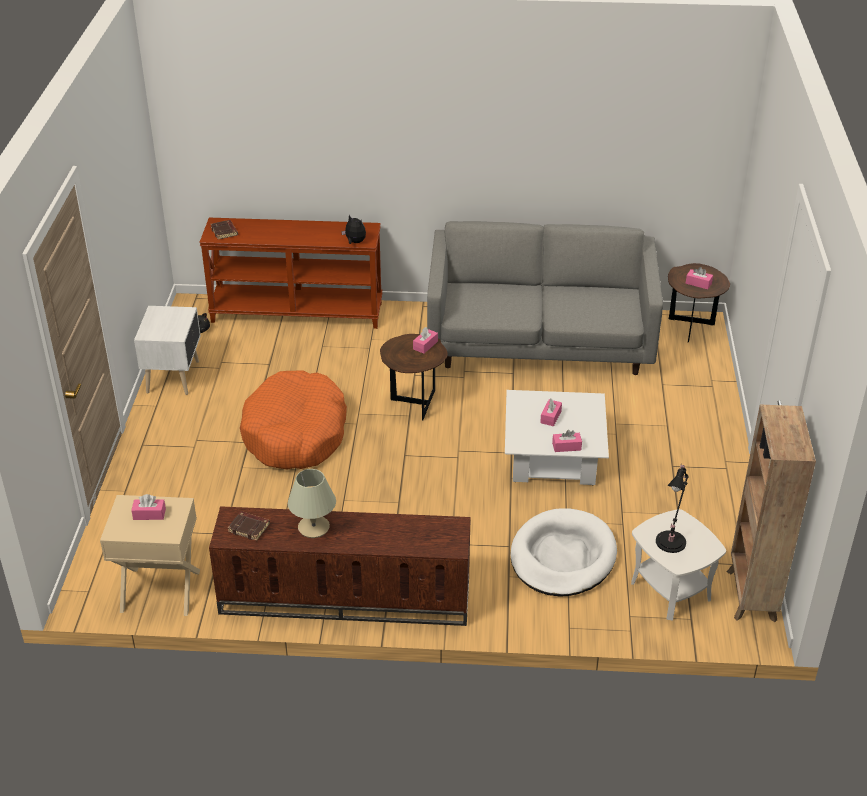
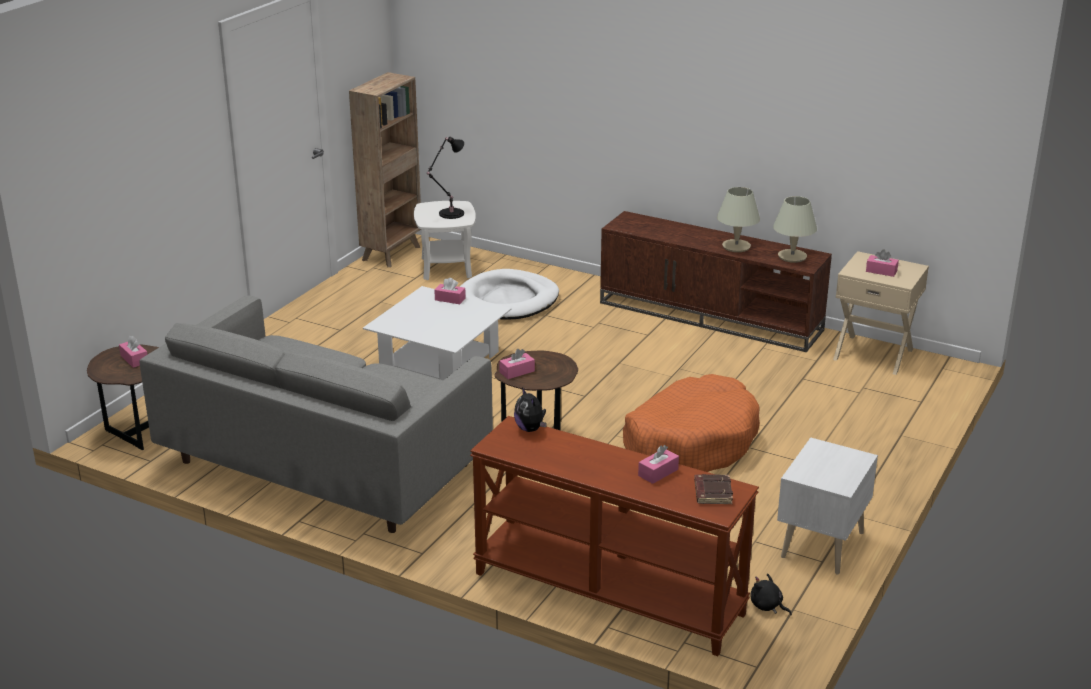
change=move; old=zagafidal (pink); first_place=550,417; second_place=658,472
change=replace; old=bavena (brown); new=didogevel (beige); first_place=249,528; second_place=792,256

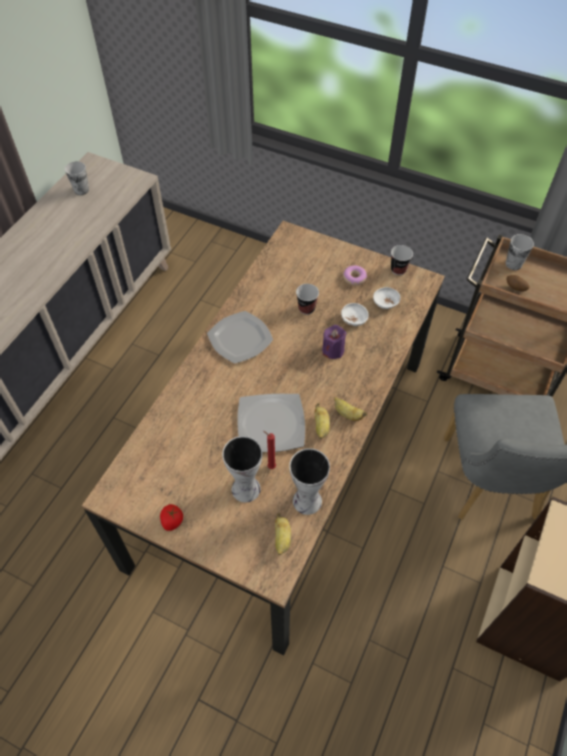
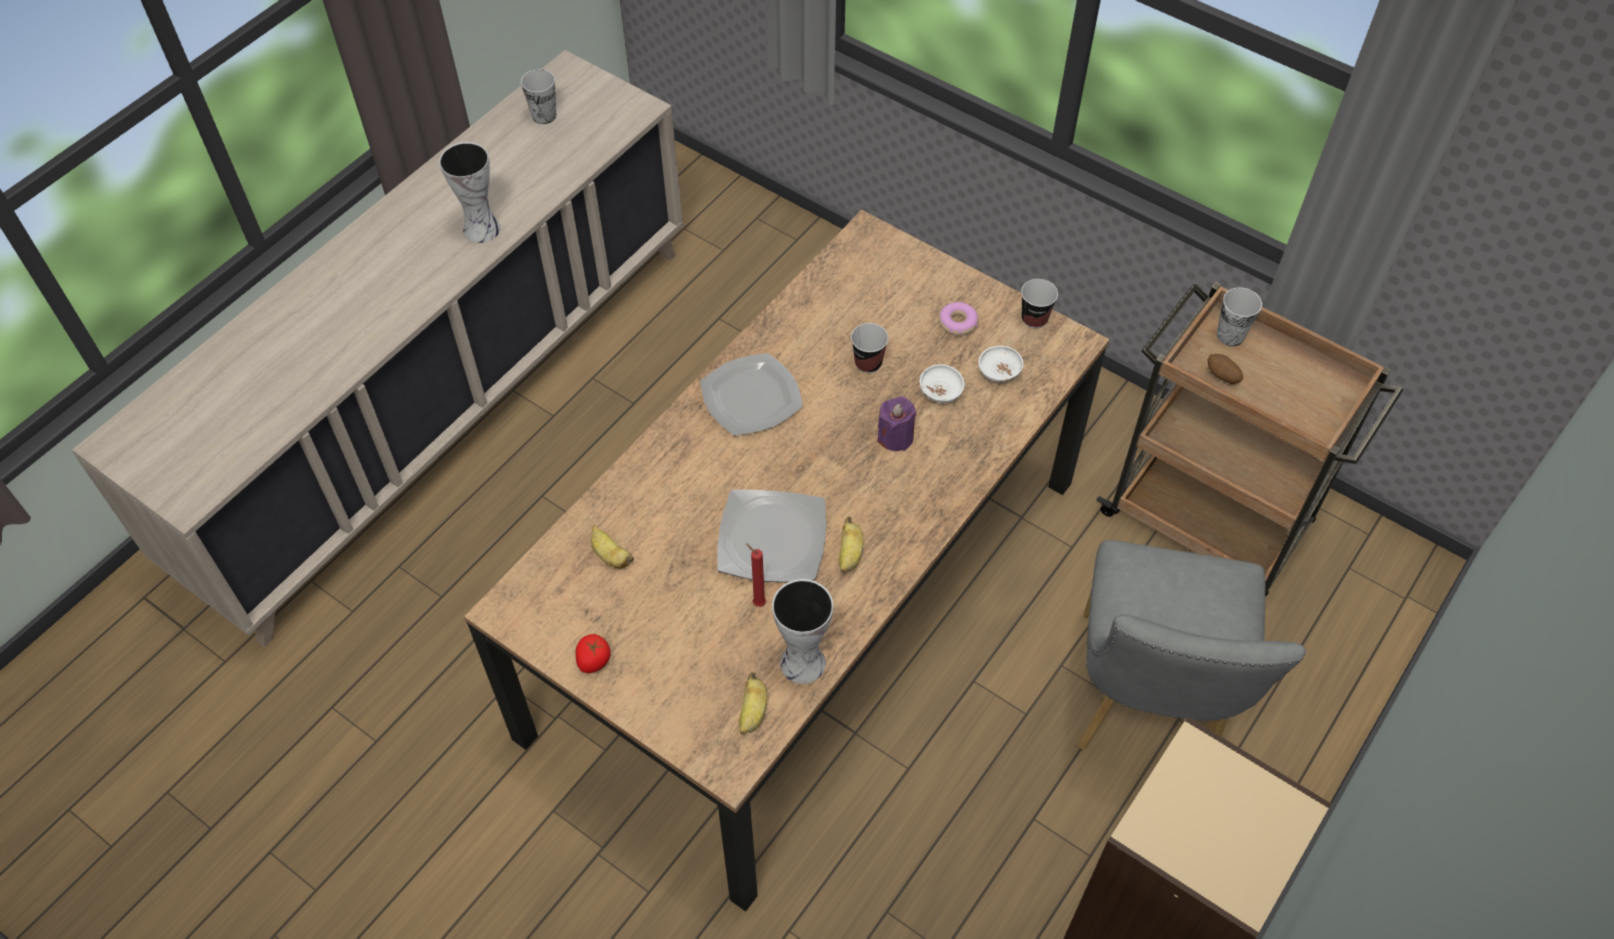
change=move; old=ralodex; first_place=245,487; second_place=481,228
change=move; old=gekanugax; first_place=347,414; second_place=610,556

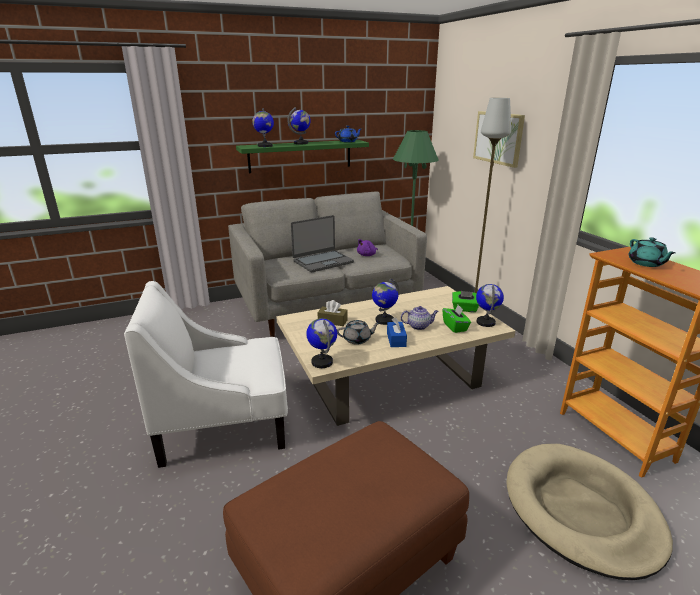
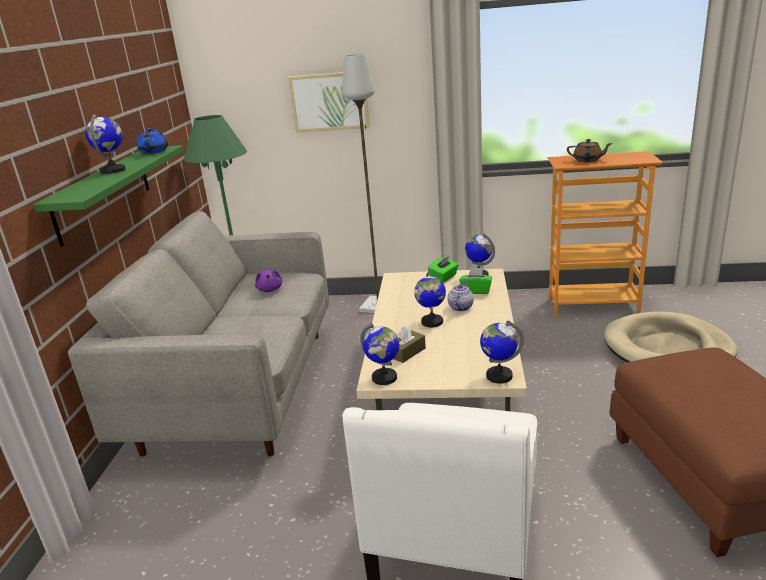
change=move; old=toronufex; first_place=265,146; second_place=384,378
change=recolor; old=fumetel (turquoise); new=fumetel (brown); first_place=646,263; second_place=588,160
change=delete; old=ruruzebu; first_place=322,262
change=delete; old=fumetel (grey); first_place=357,339
change=delete; old=zagafidal (blue); first_place=396,339

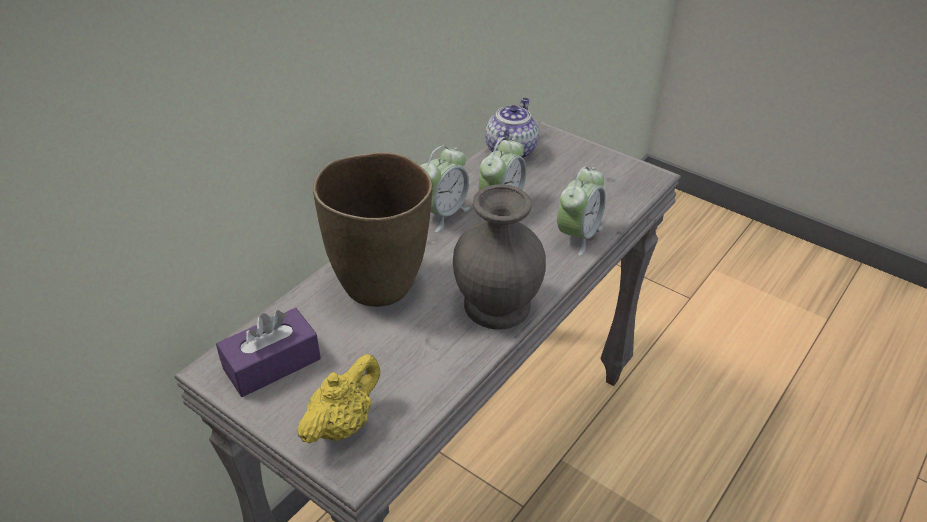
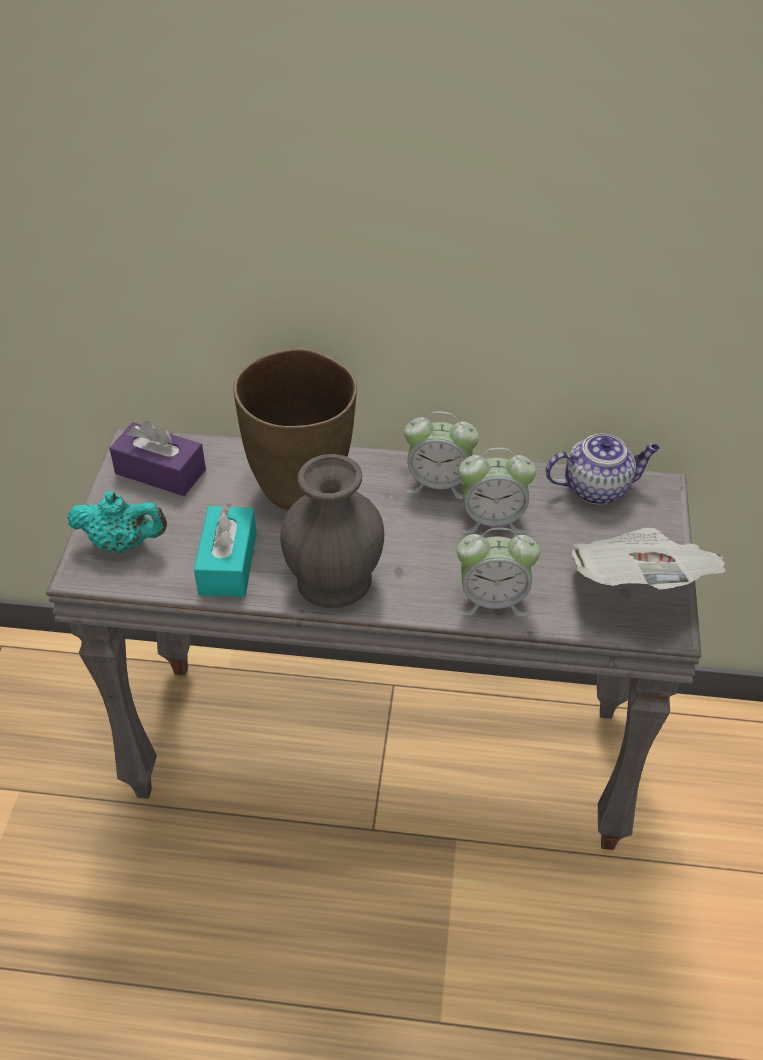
change=recolor; old=fumetel (yellow); new=fumetel (turquoise); first_place=342,424; second_place=123,544
change=insert; new=zagafidal (turquoise); second_place=228,564
change=insert; new=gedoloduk; second_place=639,584

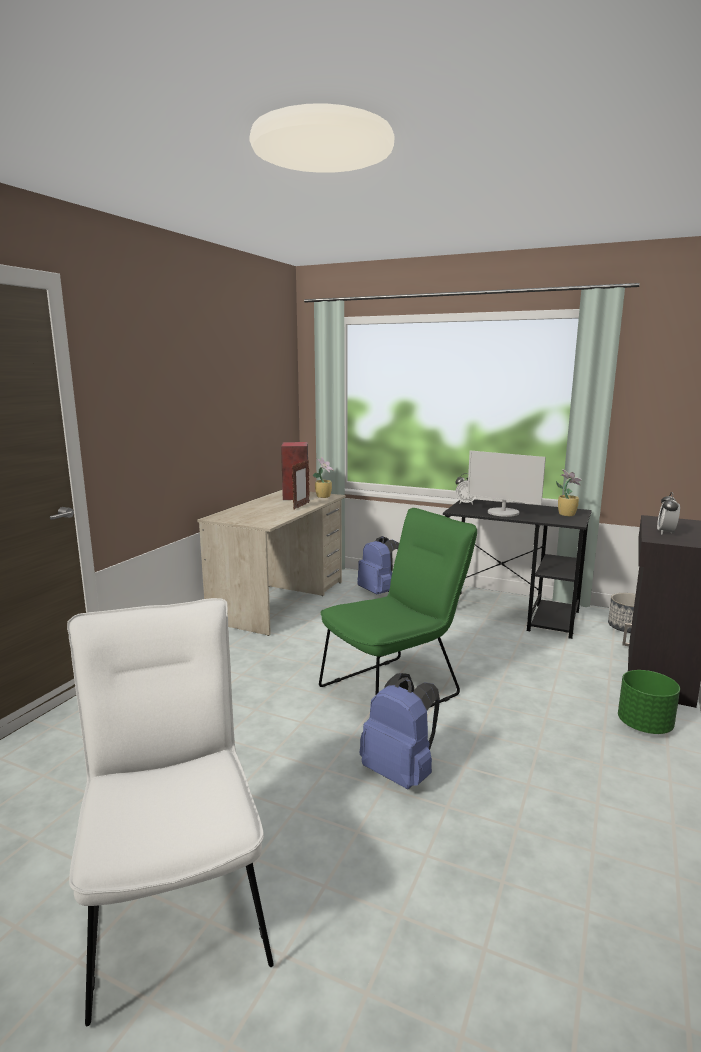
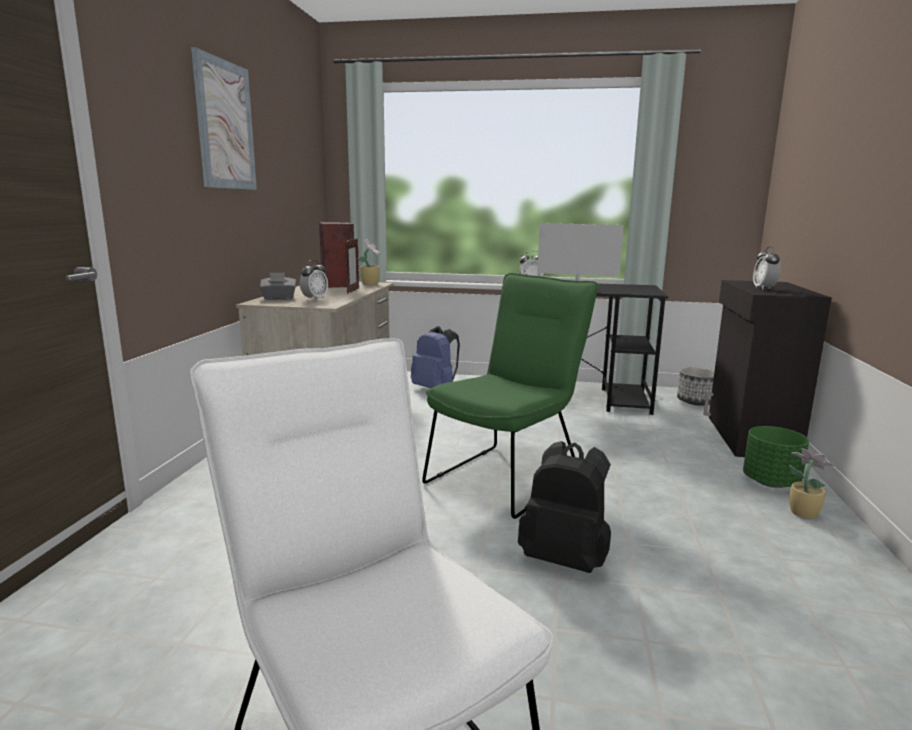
change=insert; new=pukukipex; second_place=225,125
change=insert; new=zagafidal (grey); second_place=279,298
change=insert; new=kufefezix; second_place=314,299
change=recolor; old=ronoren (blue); new=ronoren (black); first_place=401,773; second_place=565,559
change=move; old=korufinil; first_place=566,514; second_place=802,513

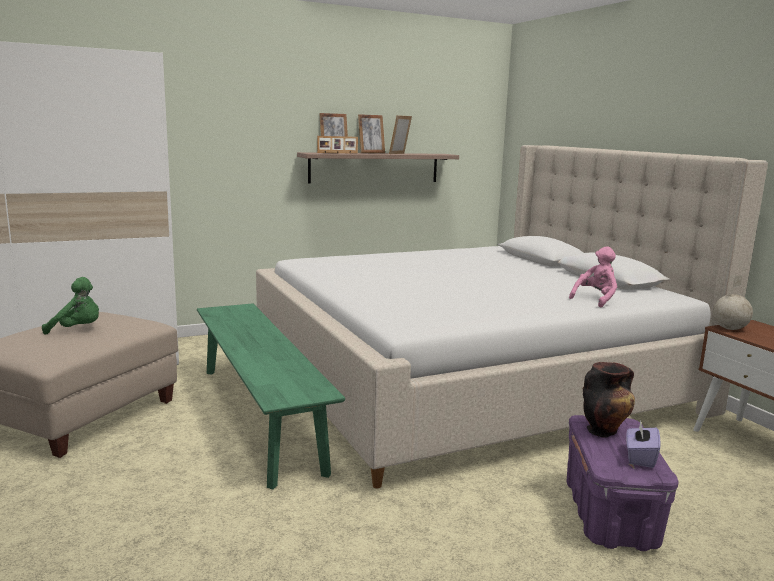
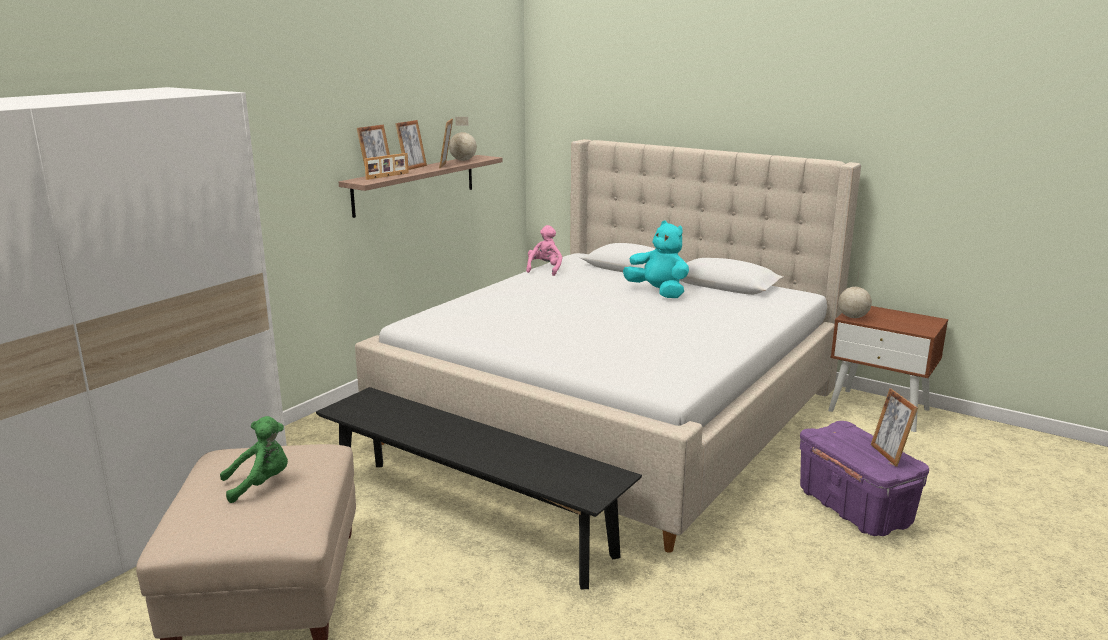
change=recolor; old=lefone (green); new=lefone (black); first_place=259,416; second_place=469,518
change=insert; new=toronufex; second_place=463,160
change=move; old=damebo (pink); first_place=595,299; second_place=545,269
change=insert; new=damebo (turquoise); second_place=658,292
change=replace; old=zagafidal (purple); new=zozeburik; first_place=640,457; second_place=889,455
change=delete; old=ralodex; first_place=603,430

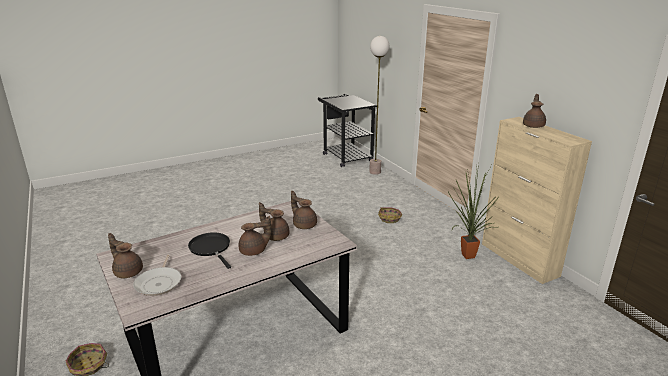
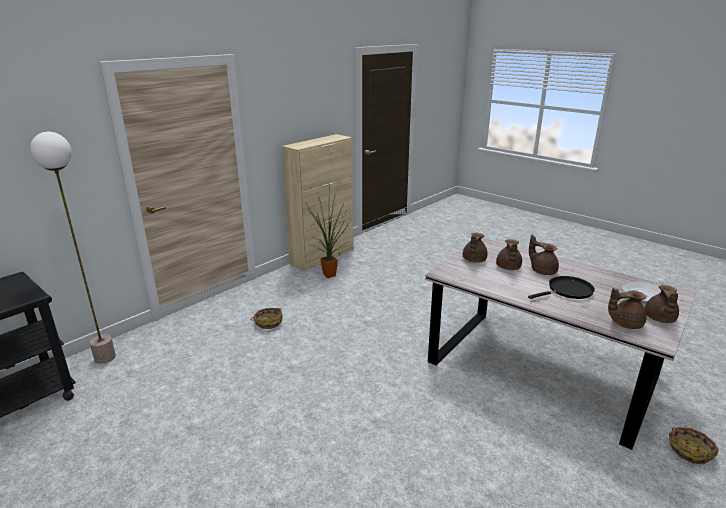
change=rotate; old=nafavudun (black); first_place=211,248; second_place=567,291; degrees=-150
change=move; old=fumetel (brown); first_place=533,126; second_place=624,323

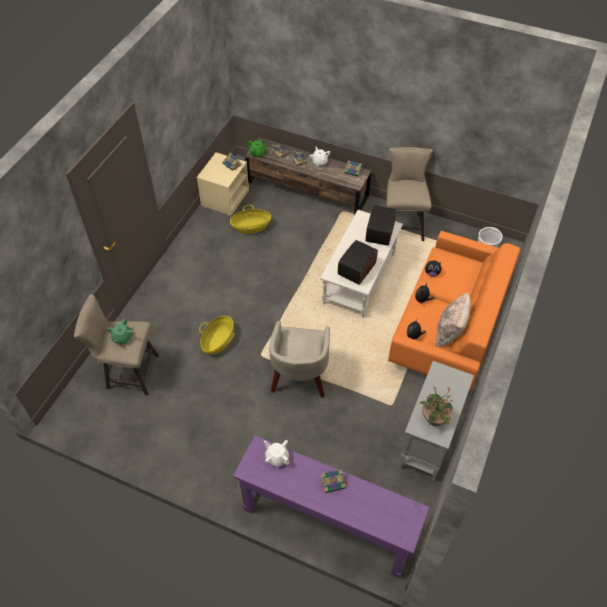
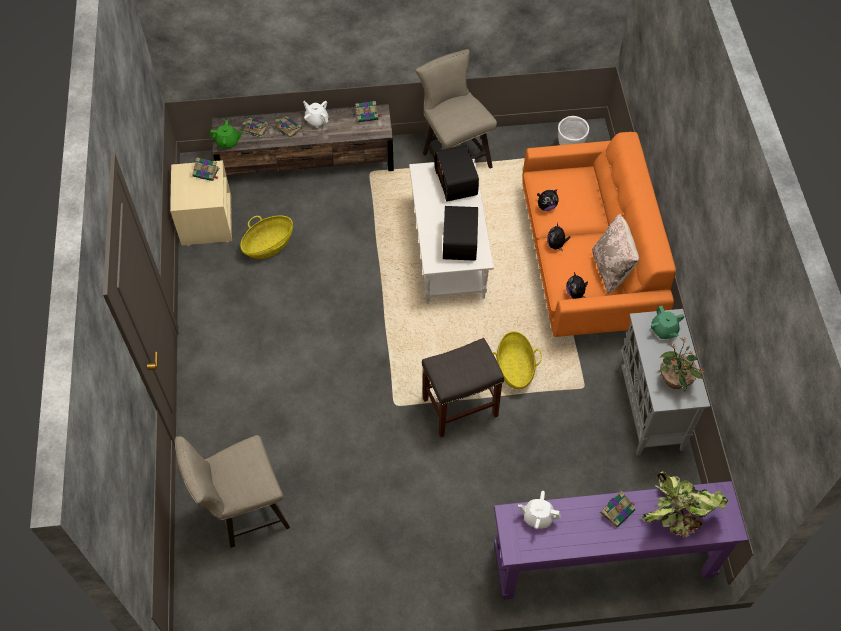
change=replace; old=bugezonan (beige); new=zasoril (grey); first_place=300,377; second_place=459,408
change=move; old=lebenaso; first_place=218,341; second_place=514,368
change=insert; new=korufinil; second_place=677,514
change=move; old=fumetel (green); first_place=122,338; second_place=664,330

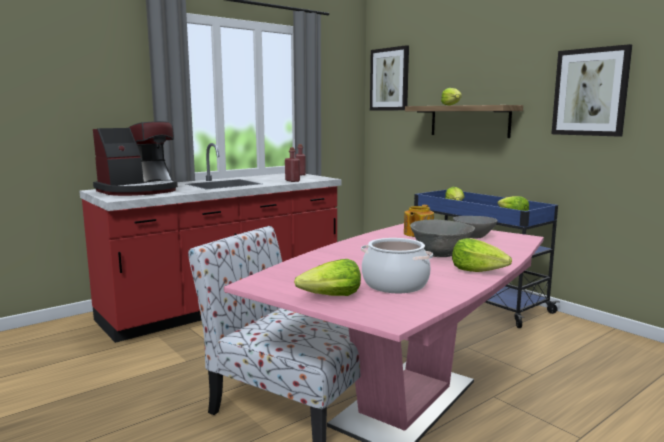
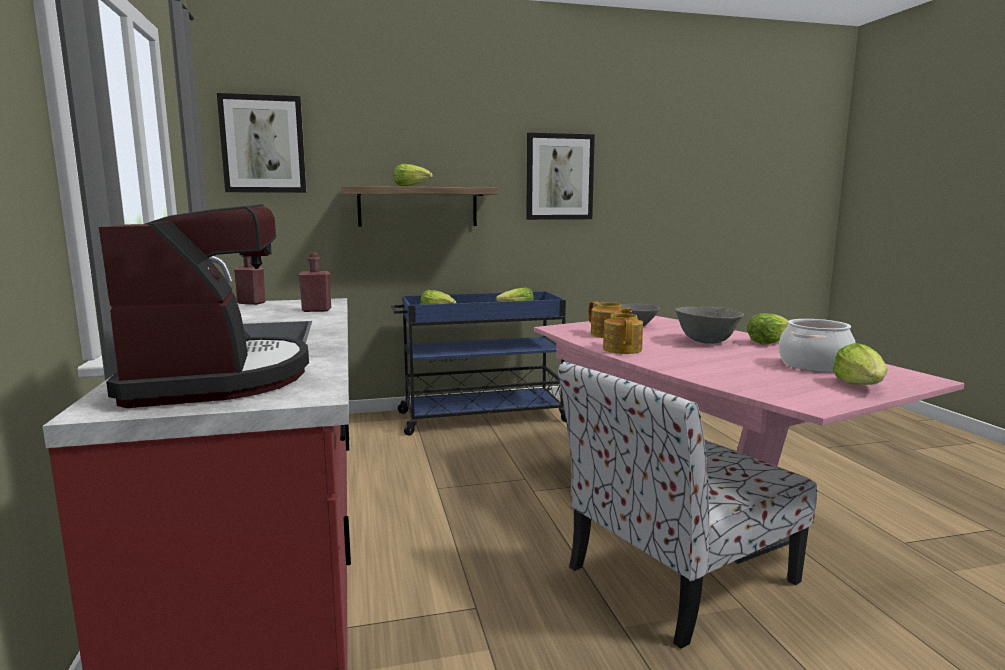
change=insert; new=fumetel; second_place=622,349

